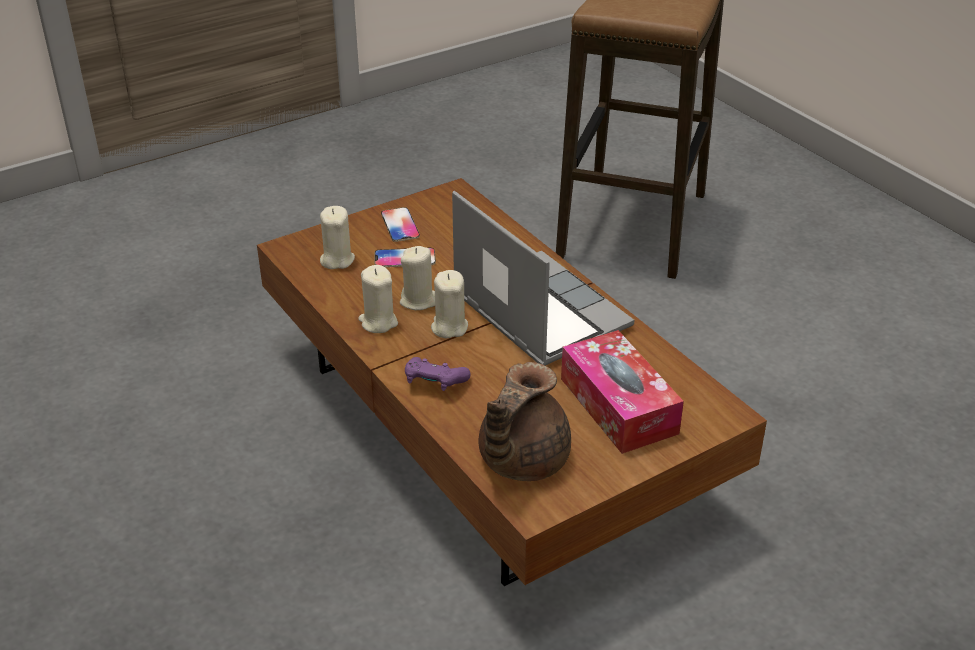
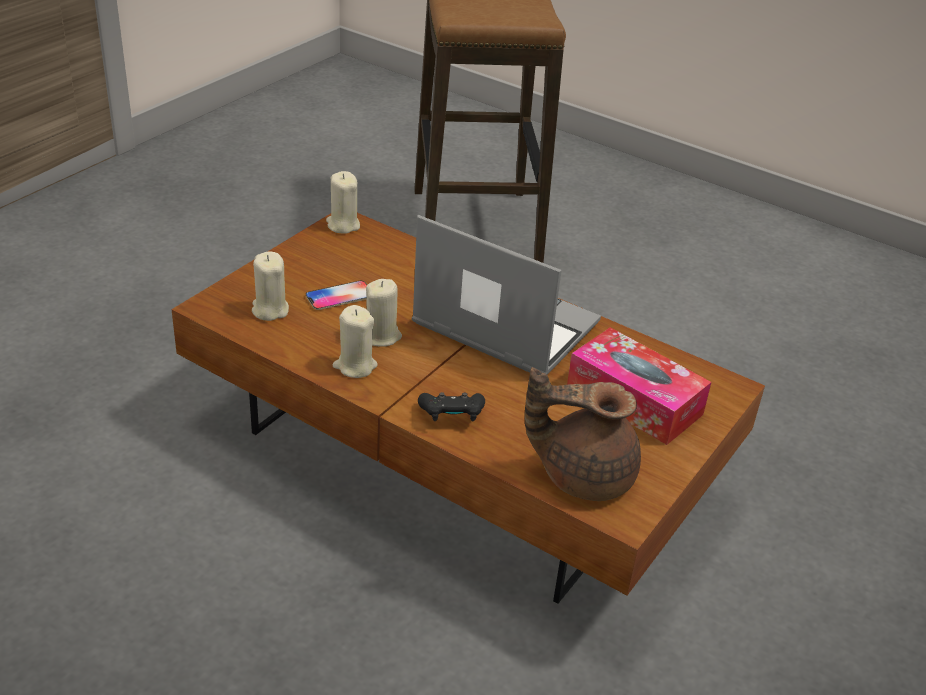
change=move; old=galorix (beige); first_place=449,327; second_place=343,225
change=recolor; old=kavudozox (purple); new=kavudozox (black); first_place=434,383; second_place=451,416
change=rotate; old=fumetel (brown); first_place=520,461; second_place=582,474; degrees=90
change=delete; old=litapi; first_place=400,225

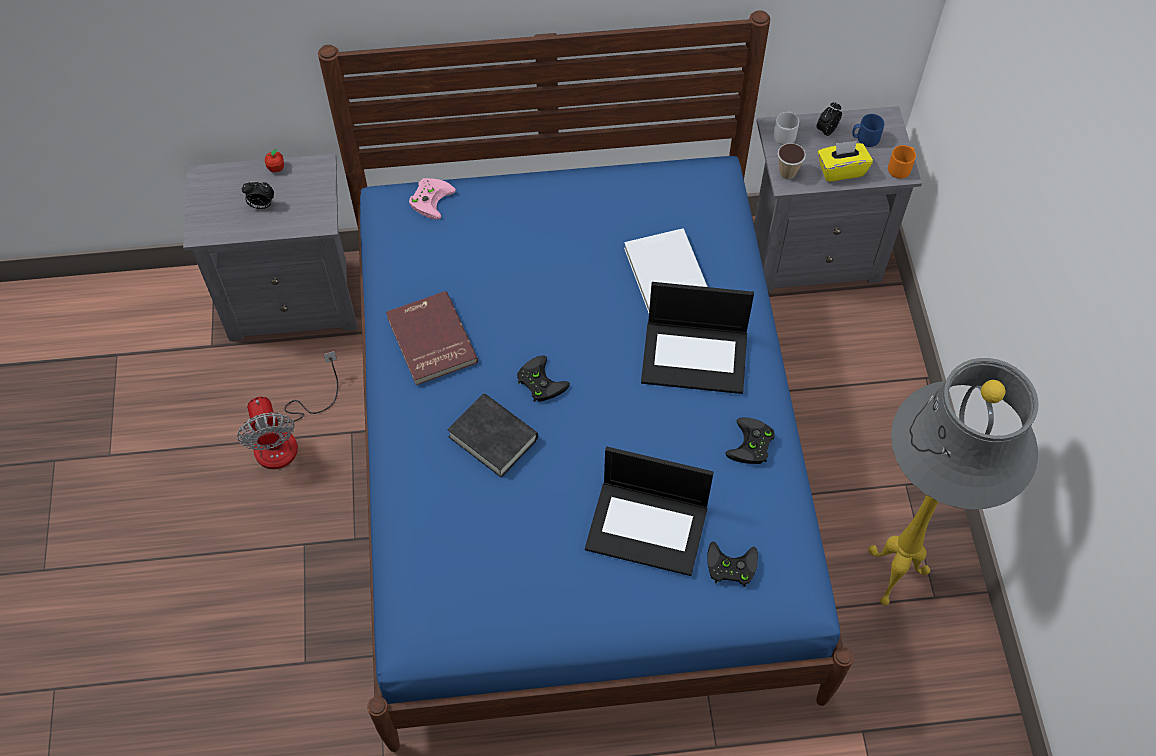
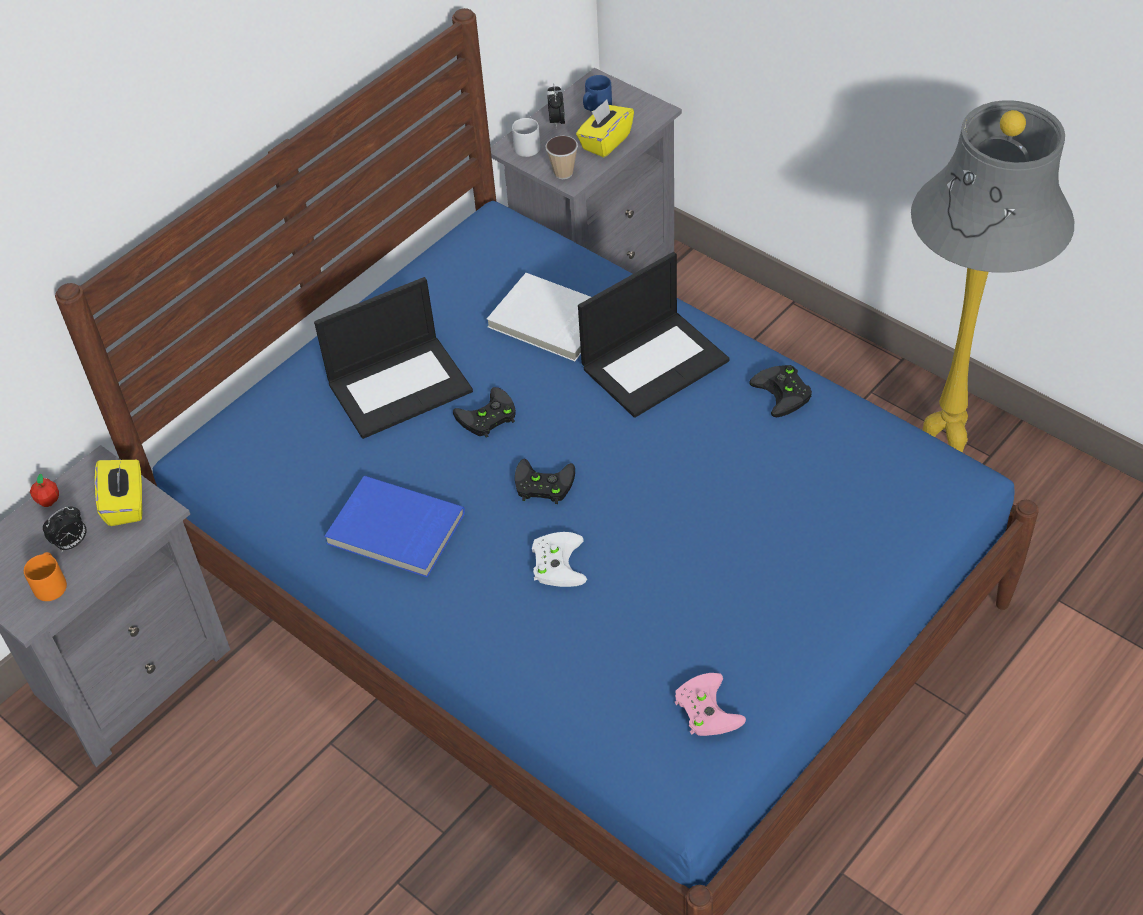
change=move; old=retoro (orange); first_place=901,168; second_place=51,584
change=insert; new=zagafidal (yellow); second_place=126,504
change=move; old=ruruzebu; first_place=648,527; second_place=400,385
change=recolor; old=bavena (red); new=bavena (blue); first_place=430,340; second_place=395,531
change=move; old=kavudozox (black); first_place=729,567; second_place=486,418
change=replace; old=bavena (black); new=kavudozox (white); first_place=493,438; second_place=556,561
change=move; old=kavudozox (pink); first_place=430,198; second_place=704,708
change=delete; old=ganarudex; first_place=287,437

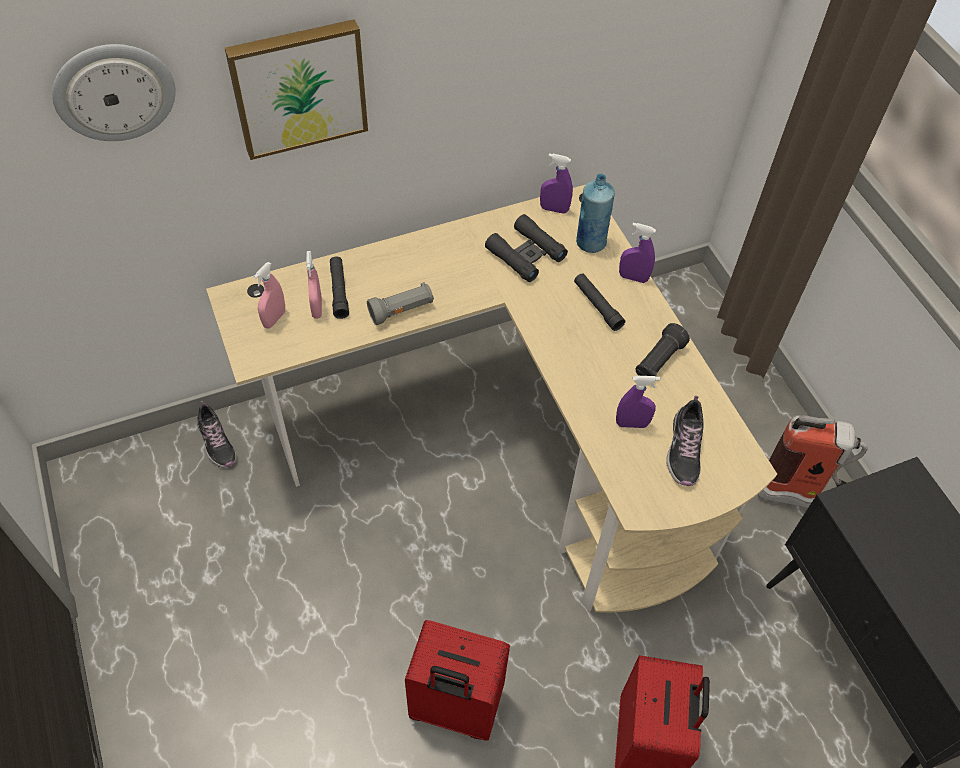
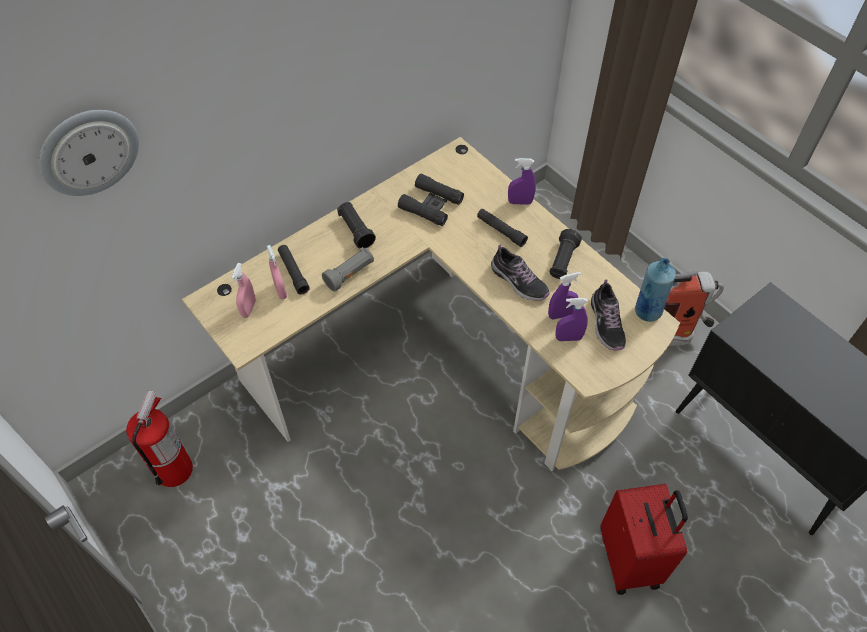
change=insert; new=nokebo; second_place=174,469
change=insert; new=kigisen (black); second_place=356,230
change=move; old=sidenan; first_place=216,442; second_place=518,281
change=move; old=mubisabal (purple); first_place=554,209; second_place=568,338
change=move; old=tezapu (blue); first_place=590,242; second_place=647,311
change=delete; old=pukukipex; first_place=298,87
change=delete; old=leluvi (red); first_place=454,707

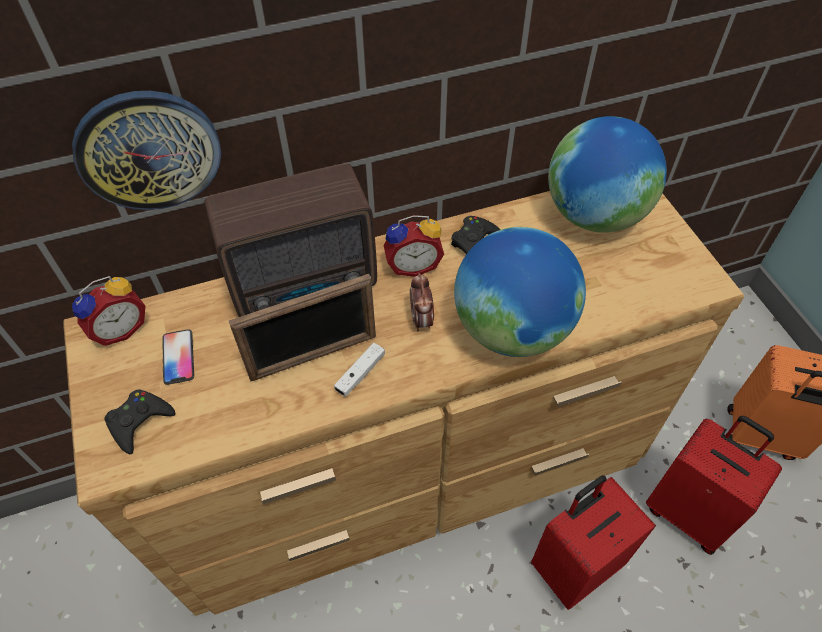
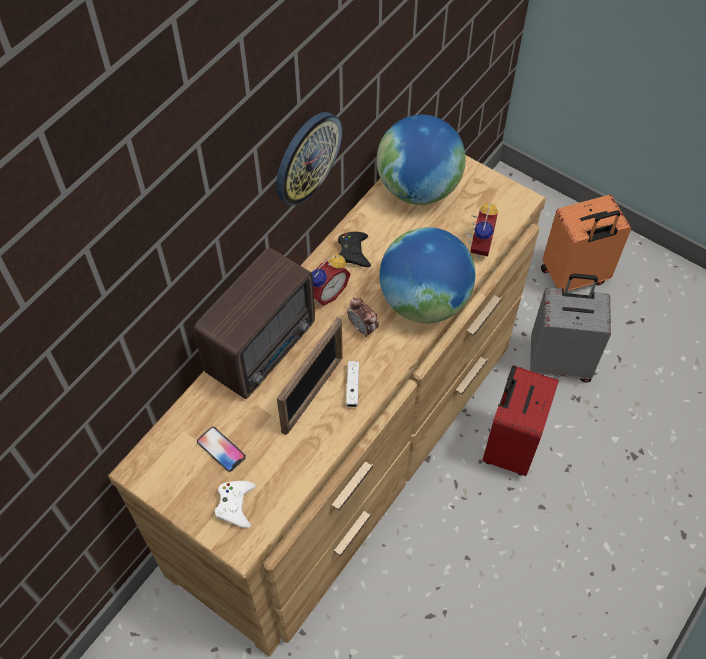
change=recolor; old=kavudozox (black); new=kavudozox (white); first_place=139,422; second_place=235,505
change=move; old=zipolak; first_place=148,150; second_place=307,157
change=move; old=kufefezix; first_place=120,329; second_place=478,245
change=recolor; old=leluvi (red); new=leluvi (grey); first_place=689,512; second_place=559,361

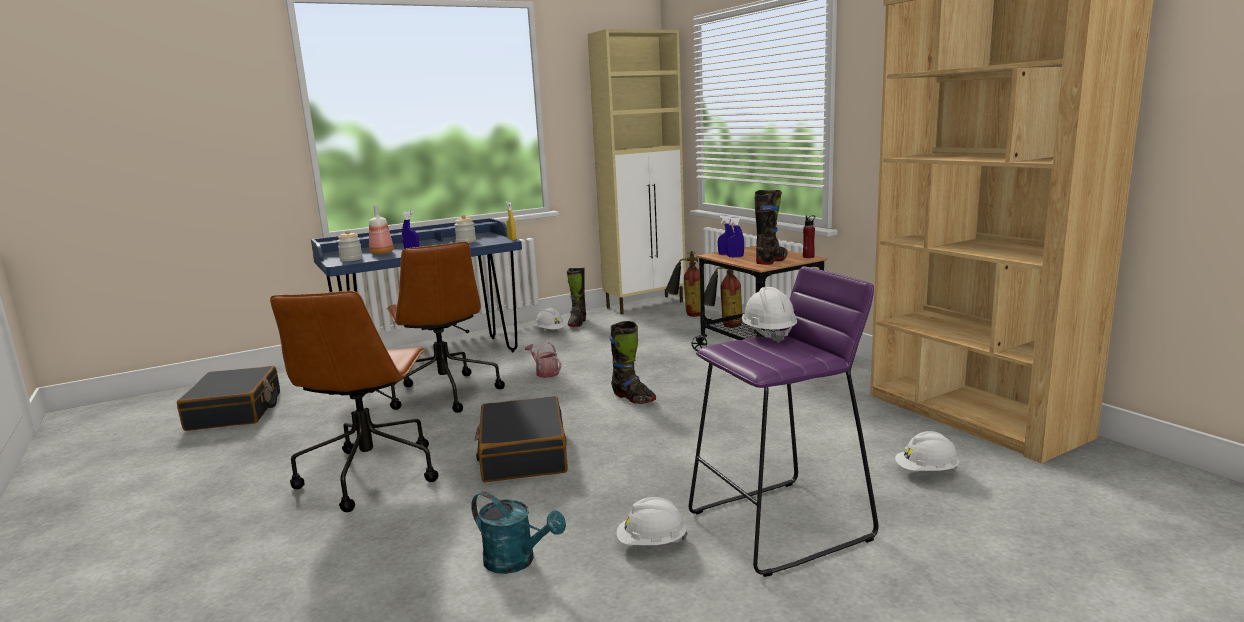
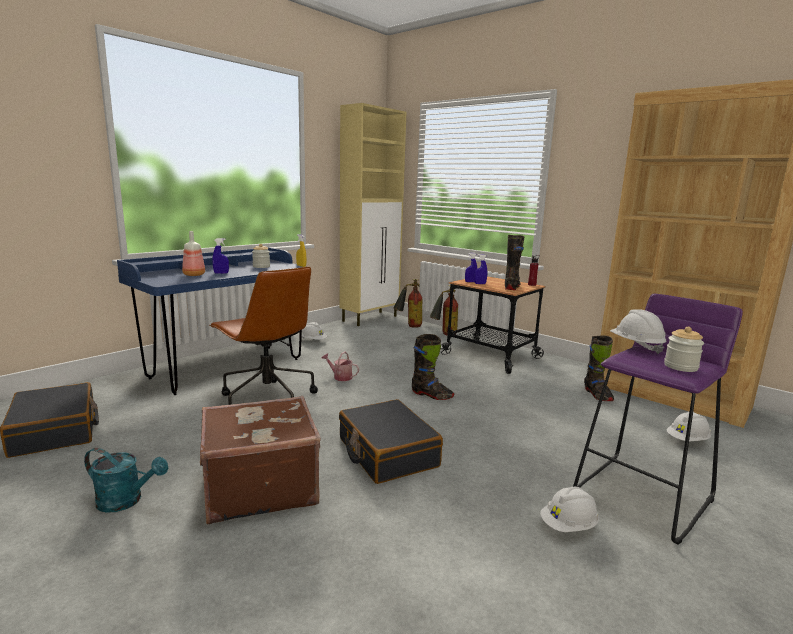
change=move; old=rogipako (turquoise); first_place=517,561; second_place=126,501
change=replace; old=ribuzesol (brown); new=leluvi (brown); first_place=371,474; second_place=259,487
change=move; old=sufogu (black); first_place=577,323; second_place=597,395
change=move; old=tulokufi; first_place=351,259; second_place=680,367

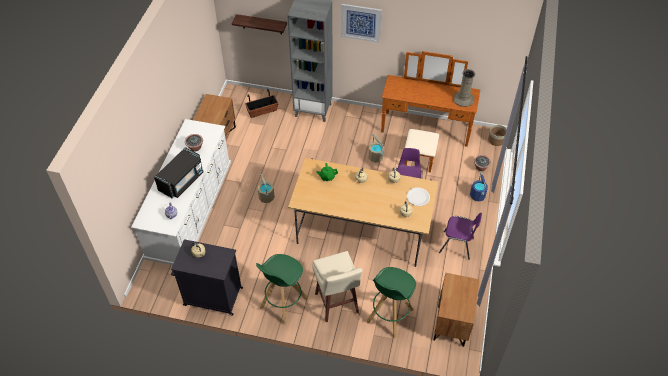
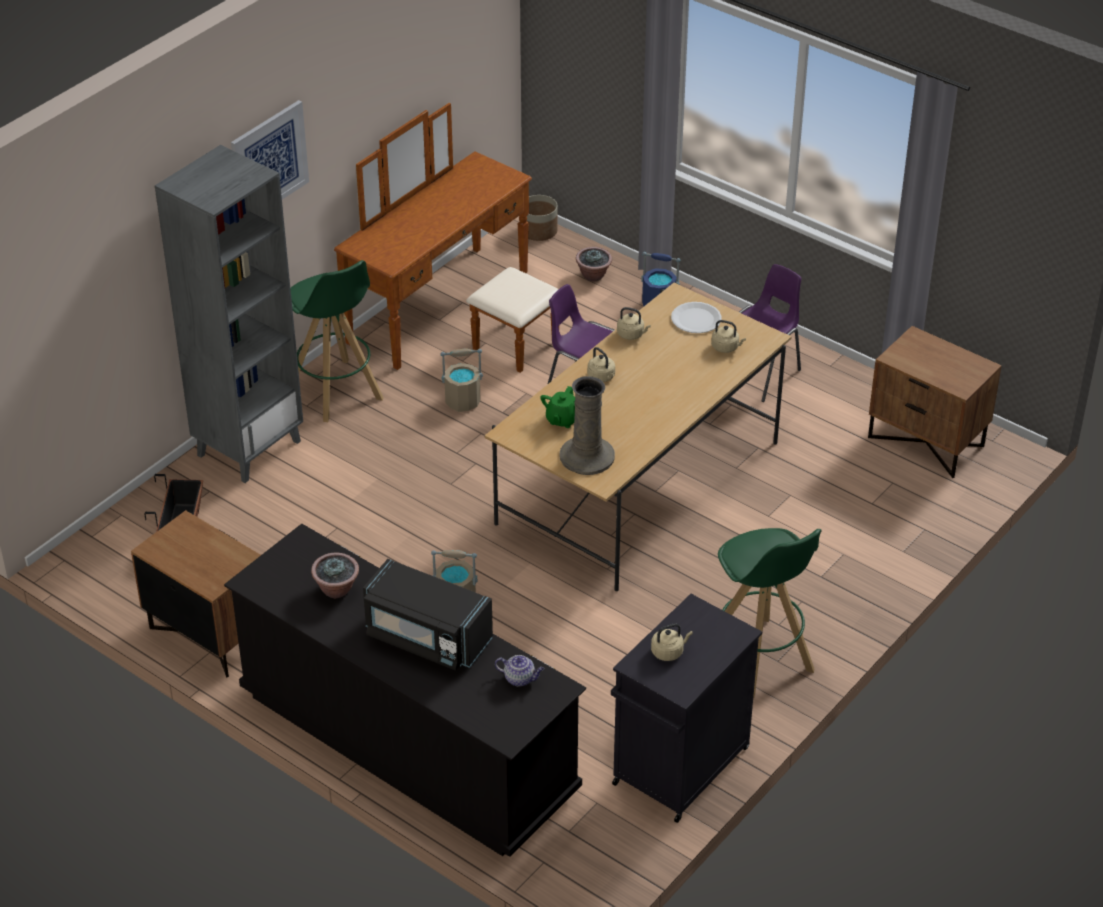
change=recolor; old=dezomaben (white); new=dezomaben (black); first_place=190,211; second_place=408,742
change=move; old=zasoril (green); first_place=389,316; second_place=336,391
change=rotate; old=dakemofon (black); first_place=182,181; second_place=427,637; degrees=150
change=move; old=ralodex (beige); first_place=463,99; second_place=586,456
change=delete; old=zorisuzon; first_place=262,24
change=delete; old=zasoril (beige); first_place=336,304

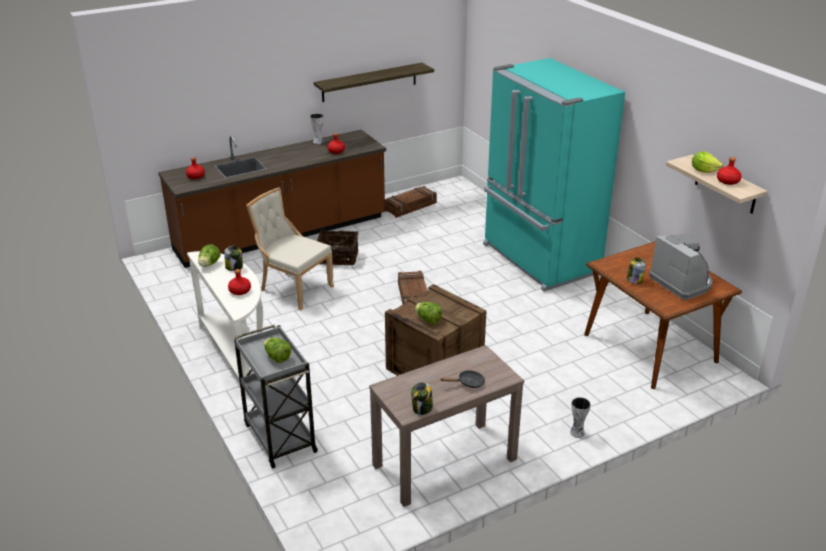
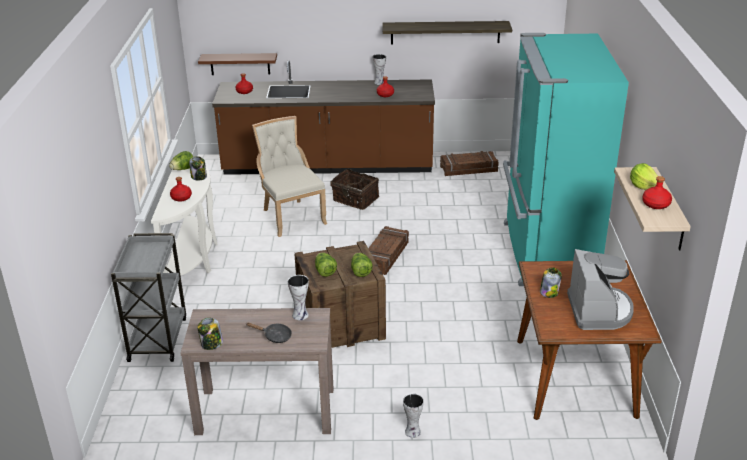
change=insert; new=zorisuzon (brown); second_place=240,64
change=insert; new=ralodex; second_place=300,314
change=move; old=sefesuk; first_place=277,357; second_place=360,272

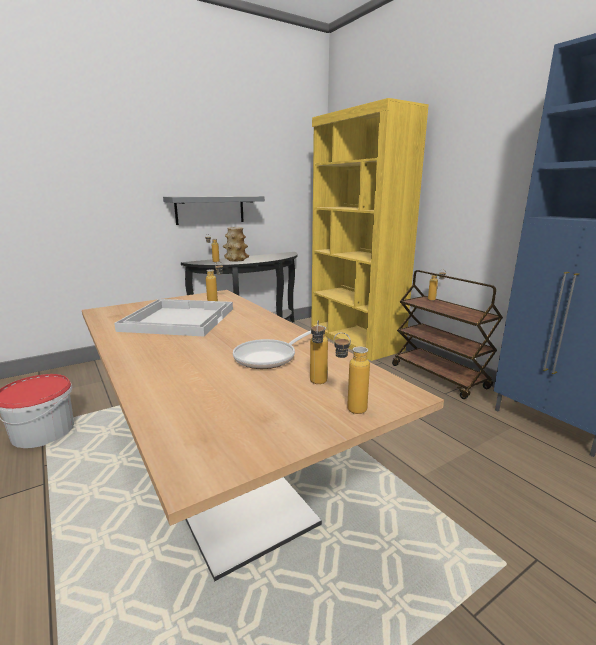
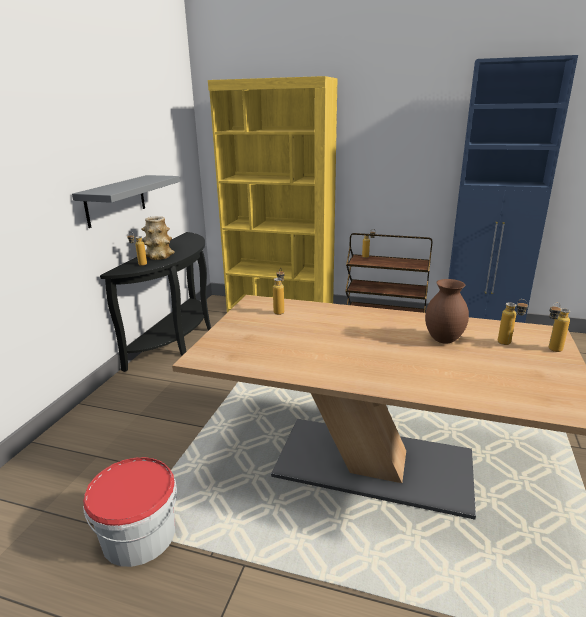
change=replace; old=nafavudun; new=ralodex (brown); first_place=269,357; second_place=444,339
change=delete; old=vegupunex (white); first_place=178,319

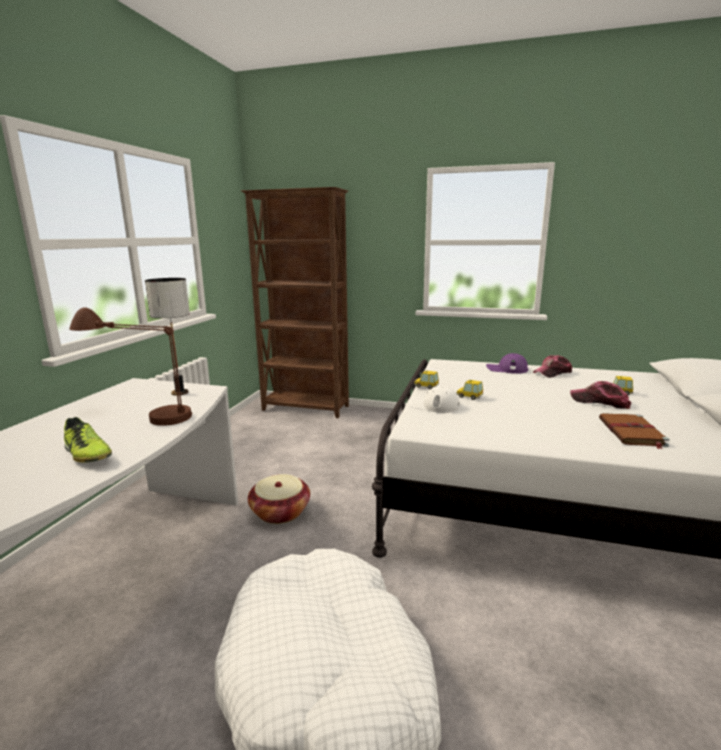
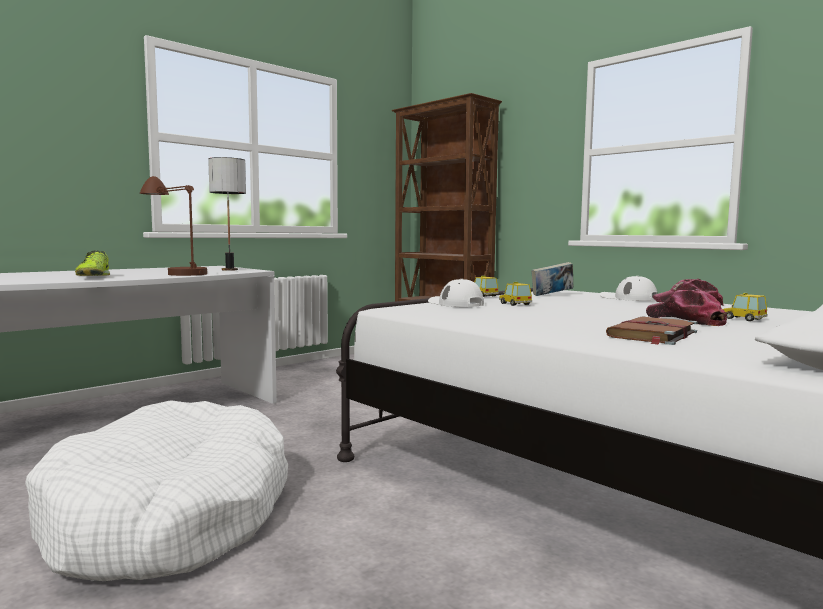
change=insert; new=bavena; second_place=551,295
change=recolor; old=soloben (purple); new=soloben (white); first_place=506,369; second_place=628,298
change=delete; old=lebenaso; first_place=280,512

